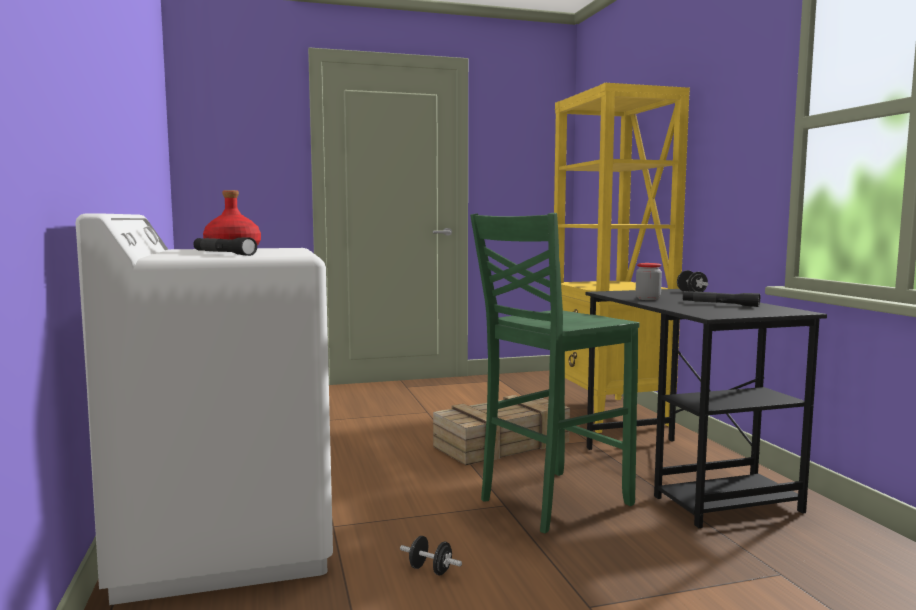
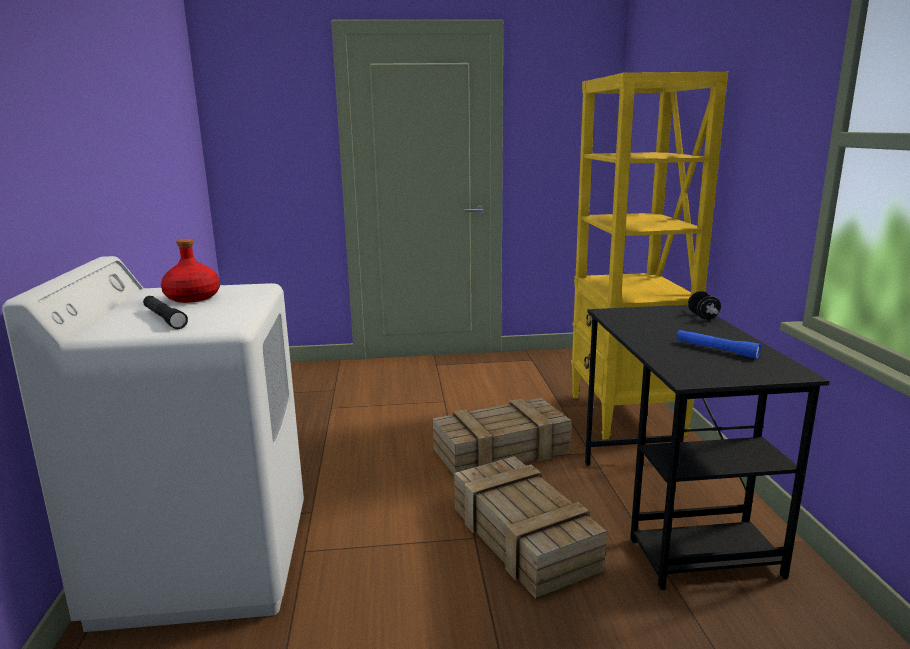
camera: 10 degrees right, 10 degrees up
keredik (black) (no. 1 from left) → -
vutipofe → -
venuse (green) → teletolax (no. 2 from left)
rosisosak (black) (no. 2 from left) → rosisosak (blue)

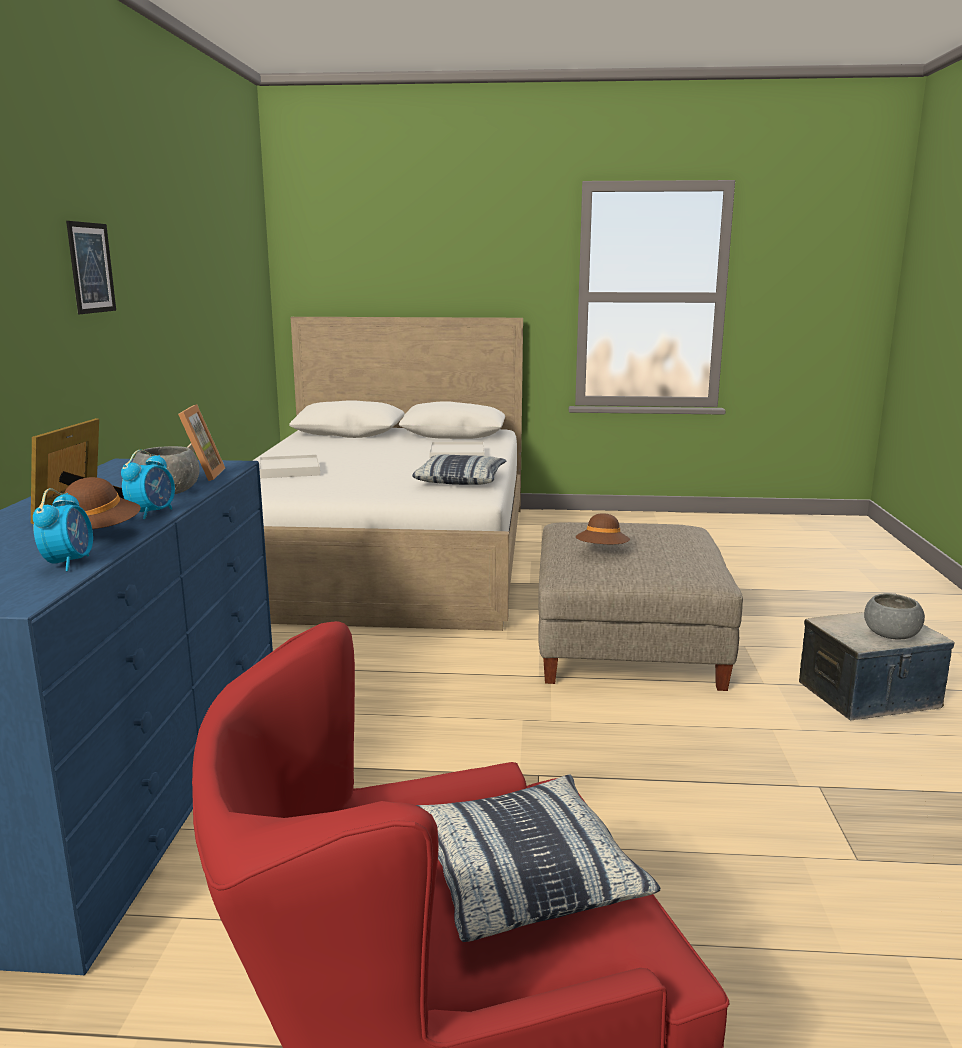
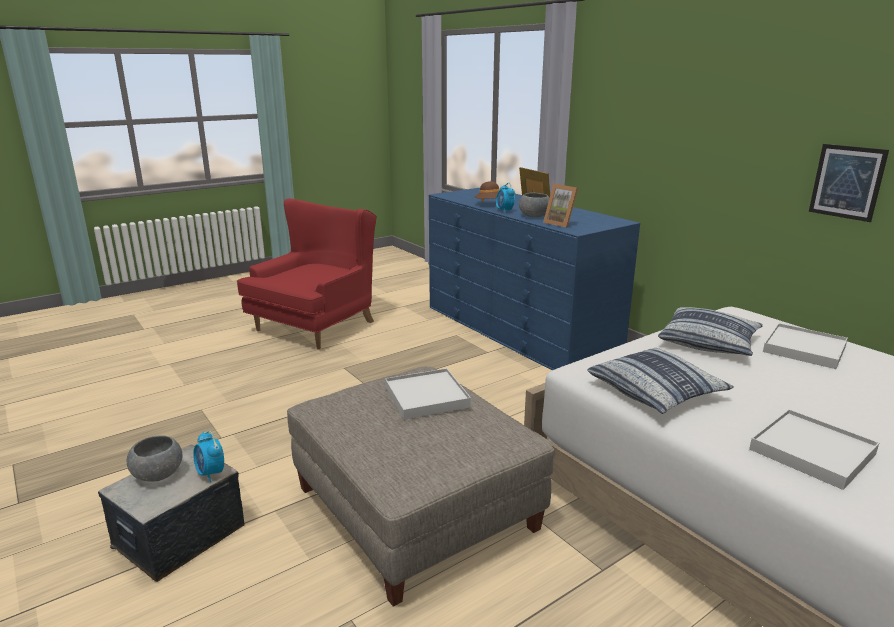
camera: 140 degrees right, 5 degrees up
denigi (no. 1 from left), relocated
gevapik, relocated
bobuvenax (no. 2 from left), relocated
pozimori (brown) (no. 2 from left) → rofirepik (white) (no. 1 from left)

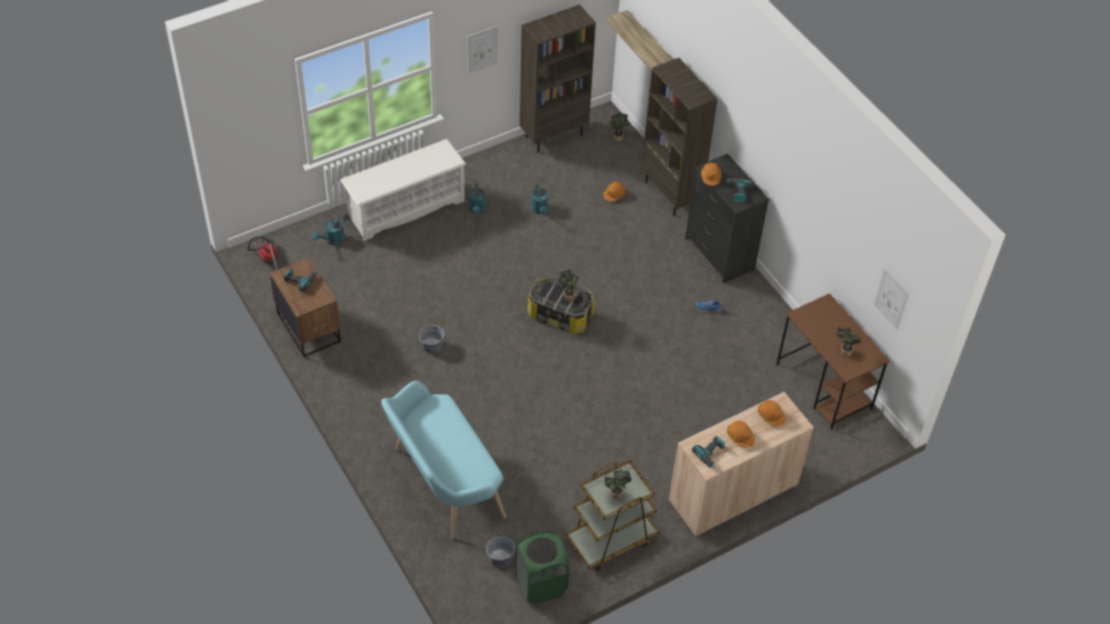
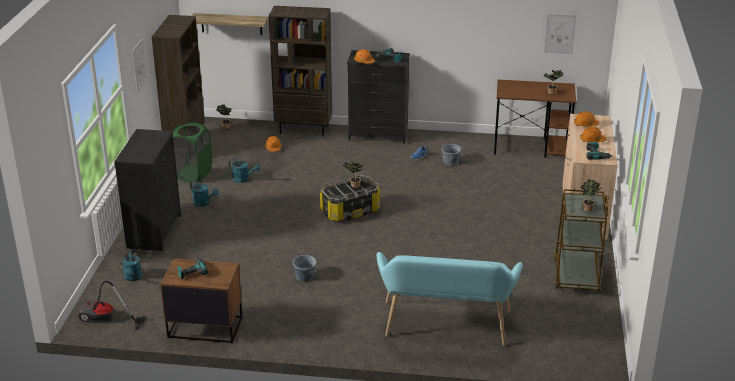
camera: 50 degrees left, 20 degrees down
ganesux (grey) (no. 2 from left), relocated
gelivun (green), relocated
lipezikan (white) → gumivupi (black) (no. 1 from left)

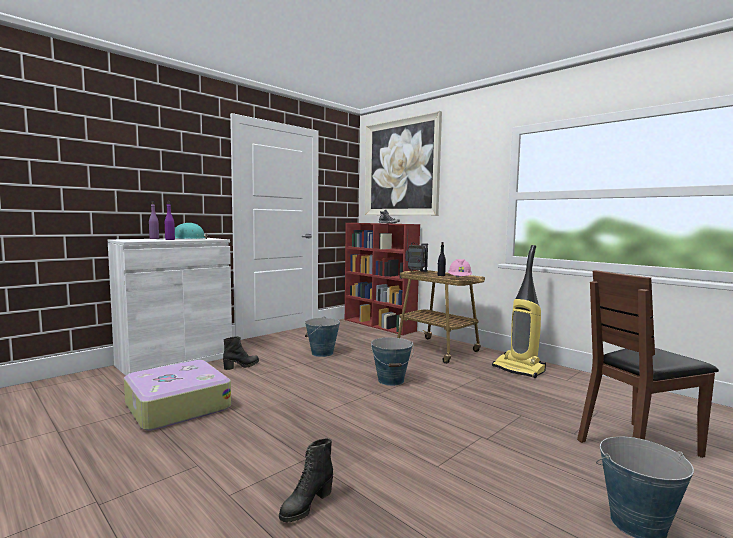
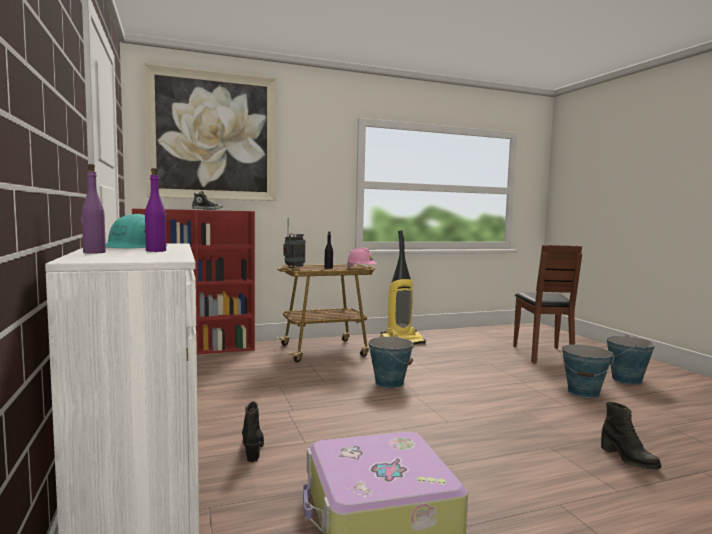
camera: 65 degrees left, 0 degrees up
ganesux (no. 1 from left in the first image) → ganesux (no. 2 from left), relocated

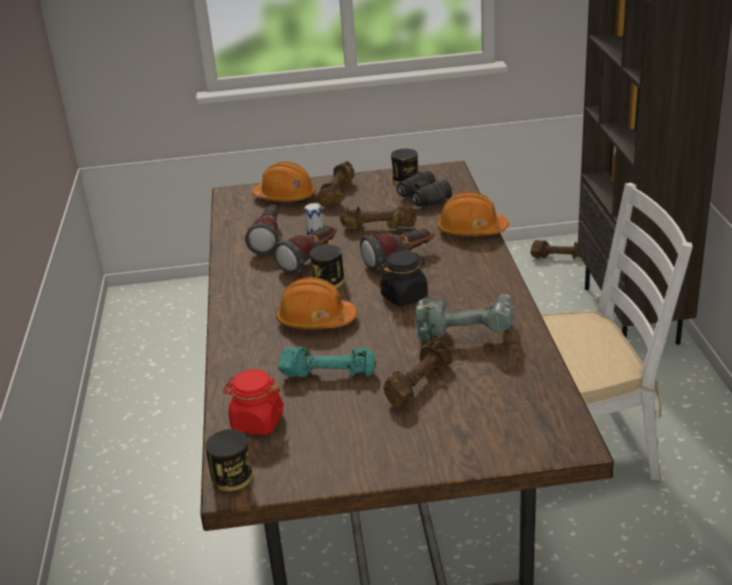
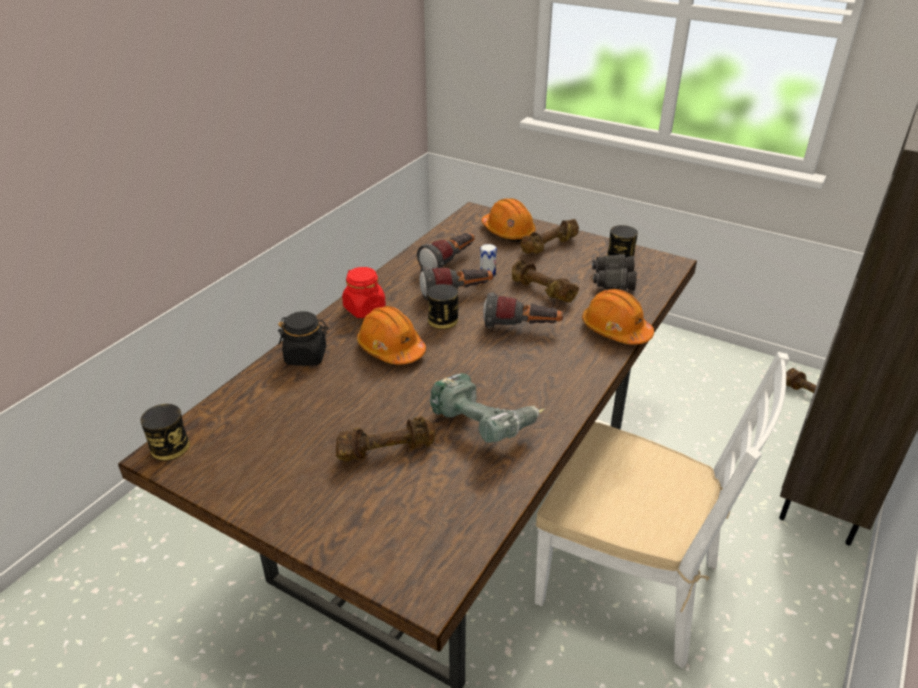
camera: 35 degrees right, 5 degrees up
keredik (turquoise) → -
vutipofe (red), relocated
vutipofe (black), relocated

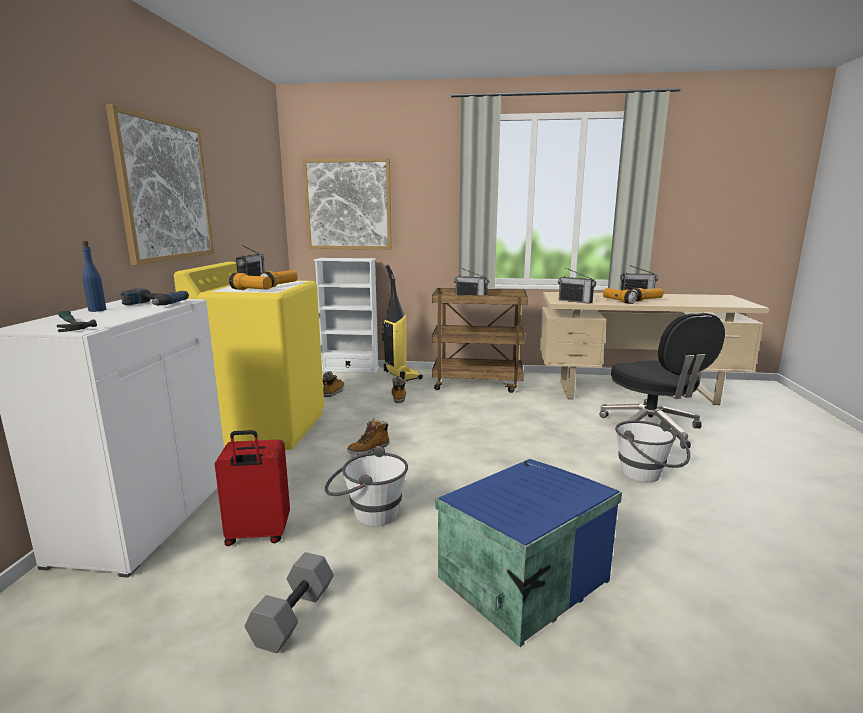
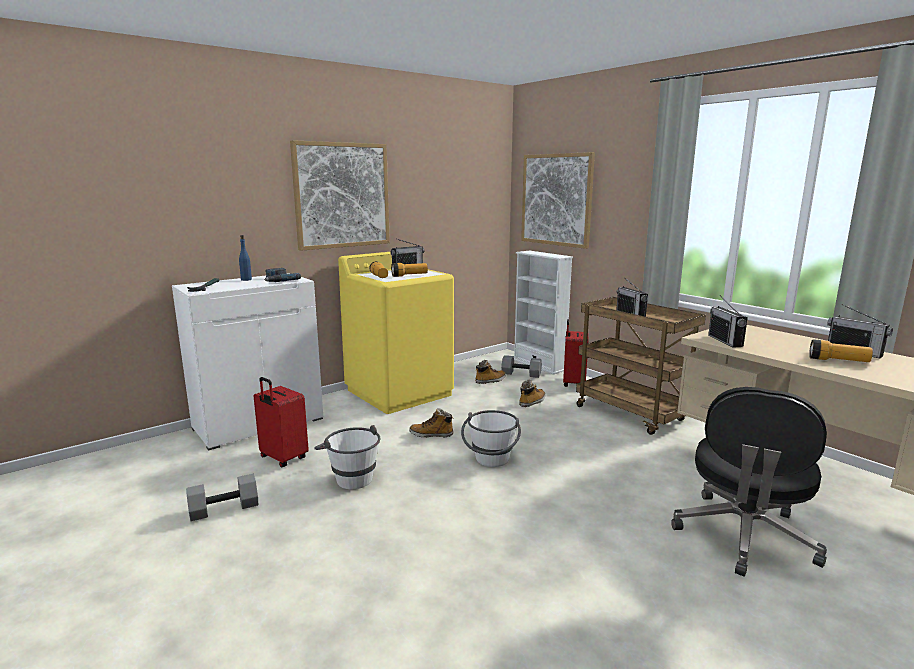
camera: 45 degrees right, 0 degrees up
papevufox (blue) → -
rosisosak (no. 3 from left) → -
- → keredik (grey) (no. 2 from left)
ganesux (white) (no. 2 from left), relocated
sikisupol → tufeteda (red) (no. 2 from left)

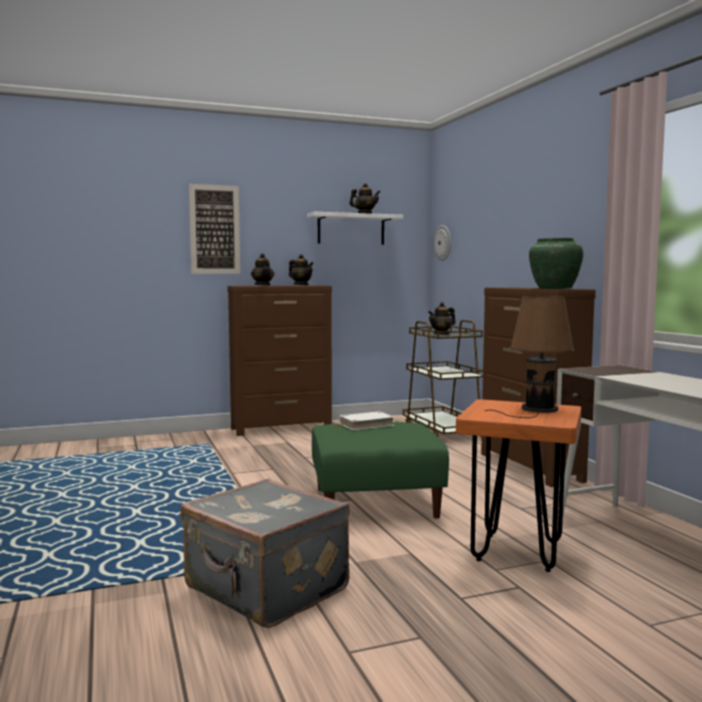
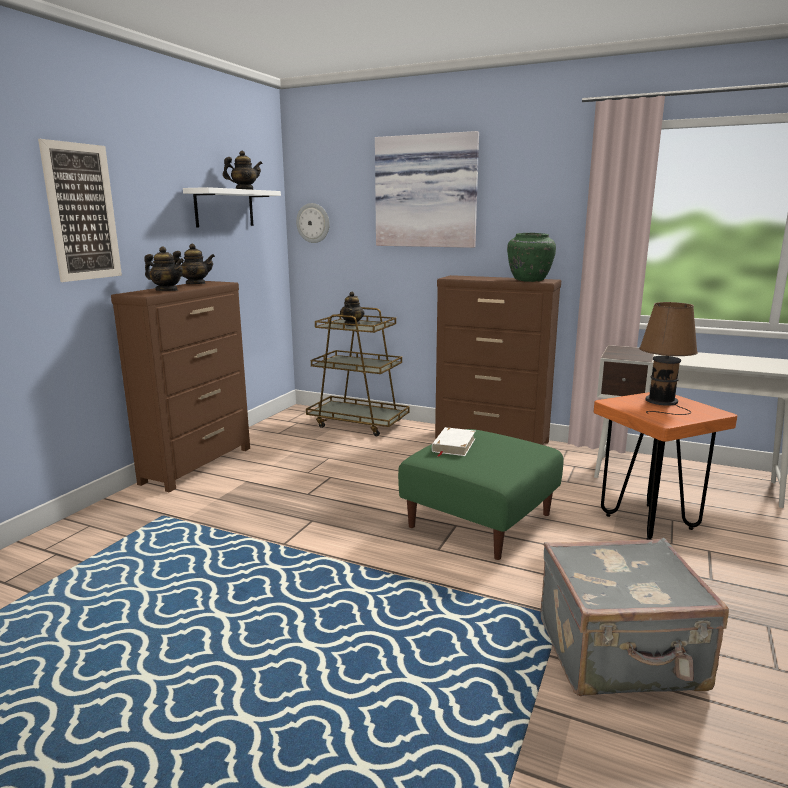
camera: 45 degrees left, 10 degrees up
- → gevapik (no. 2 from left)

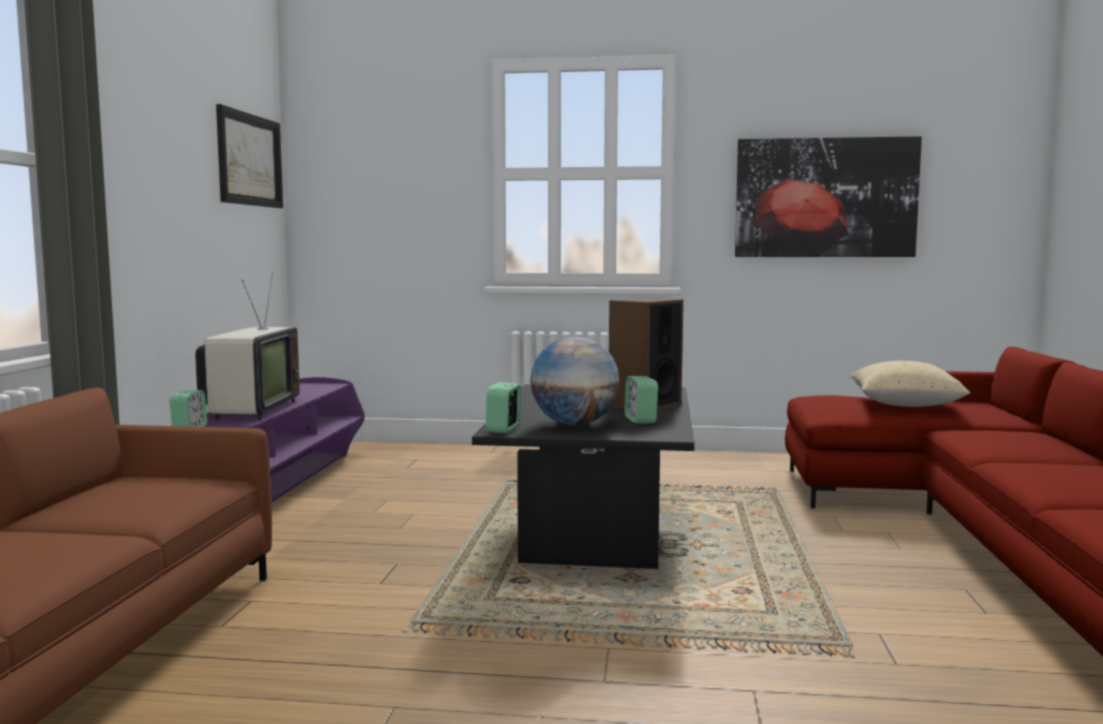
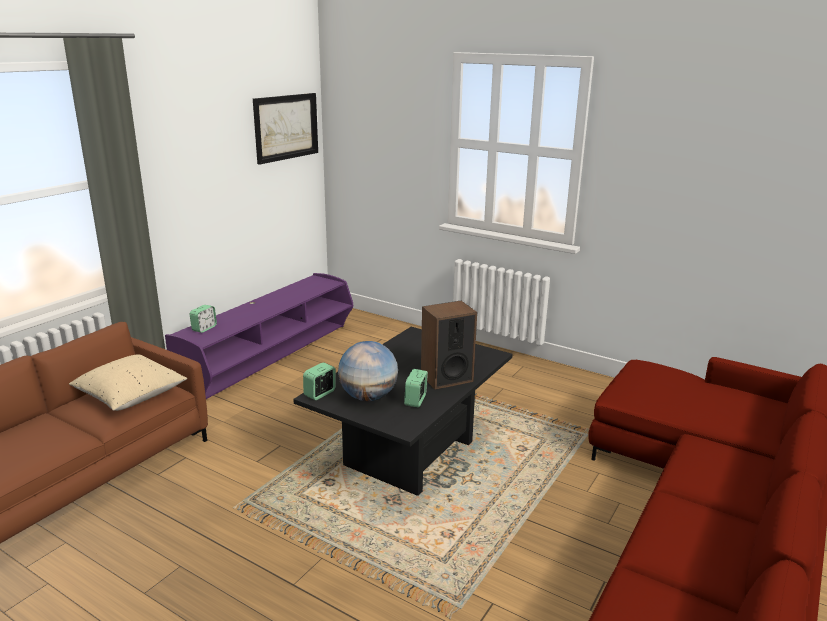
camera: 25 degrees right, 15 degrees up
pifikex → -
gevapik (no. 2 from left) → -
bobuvenax (beige), relocated

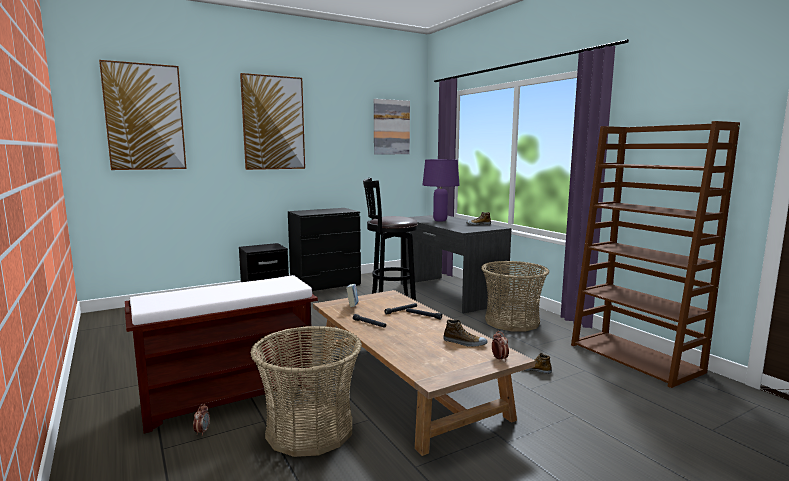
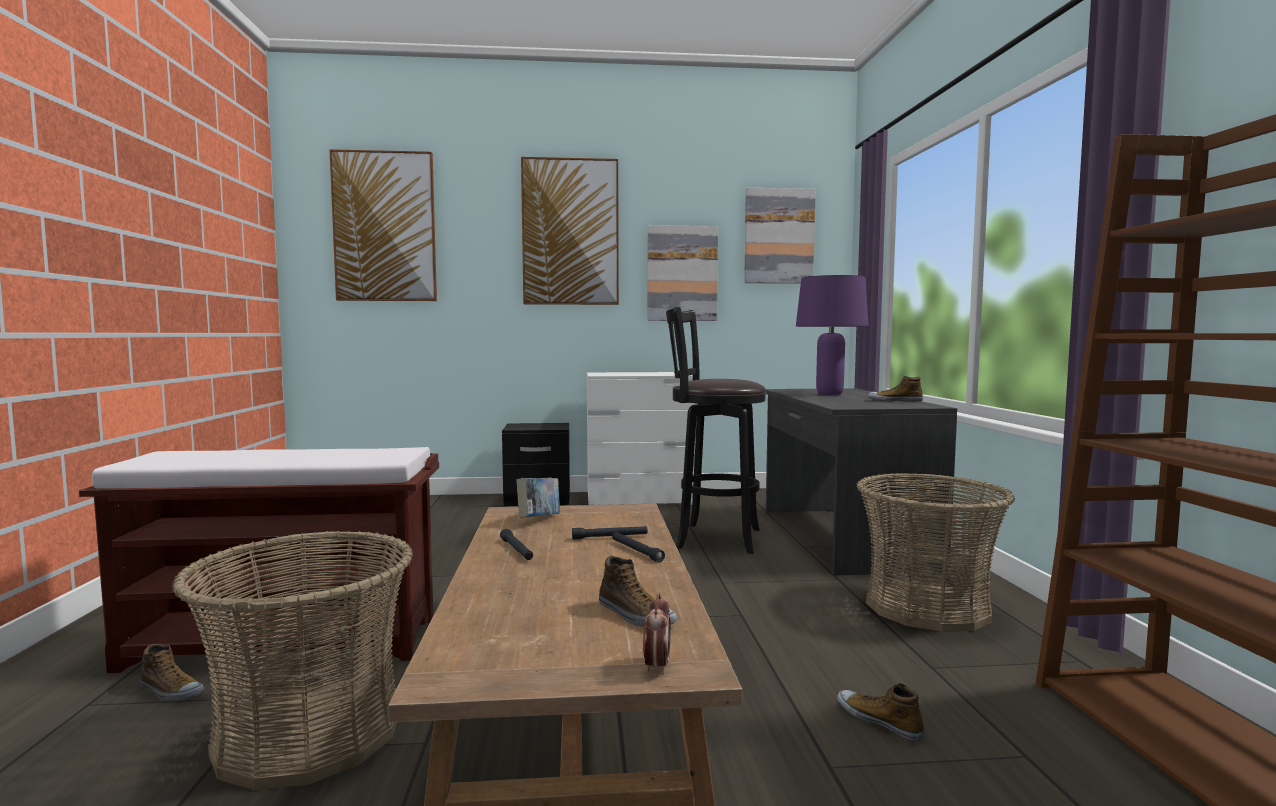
camera: 25 degrees right, 5 degrees down
- → gevapik (no. 3 from left)
denigi (no. 1 from left) → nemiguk (no. 1 from left)
gumivupi (black) → gumivupi (white)

